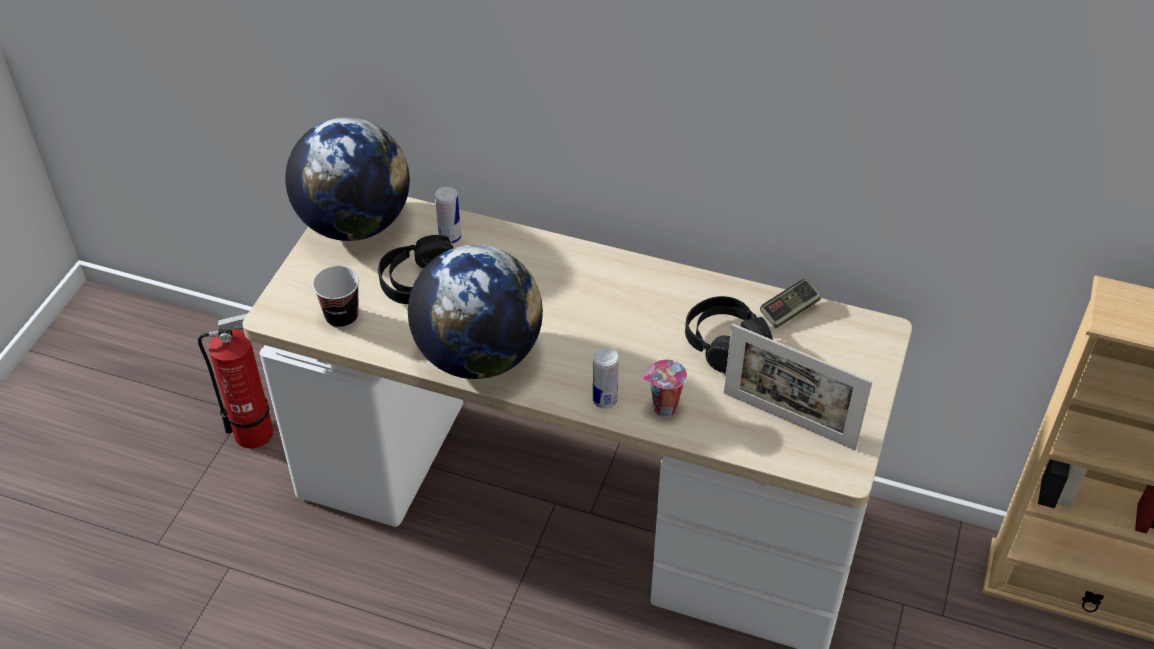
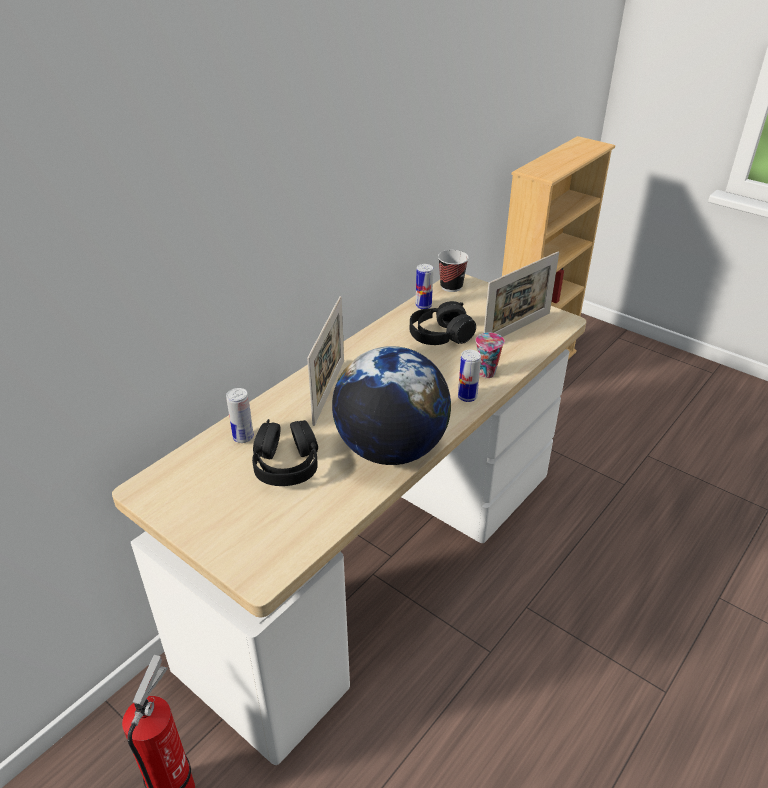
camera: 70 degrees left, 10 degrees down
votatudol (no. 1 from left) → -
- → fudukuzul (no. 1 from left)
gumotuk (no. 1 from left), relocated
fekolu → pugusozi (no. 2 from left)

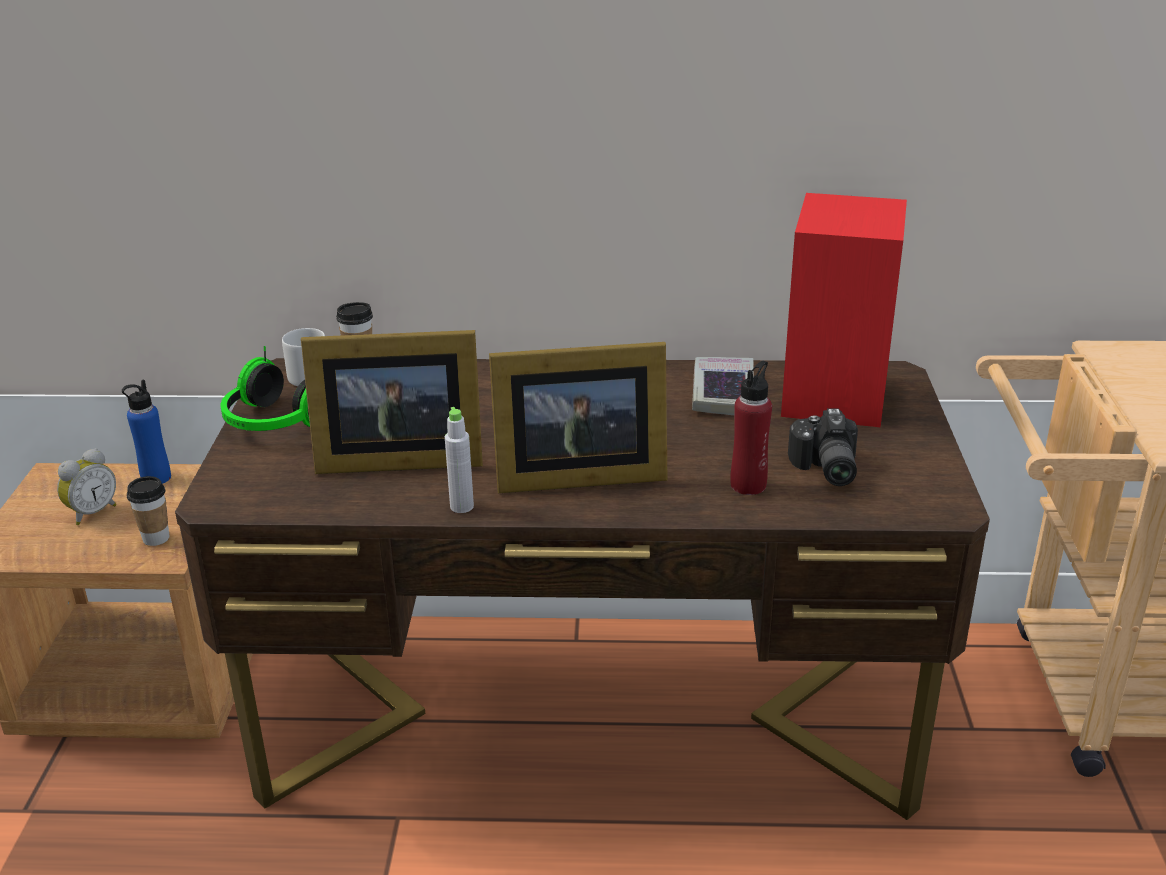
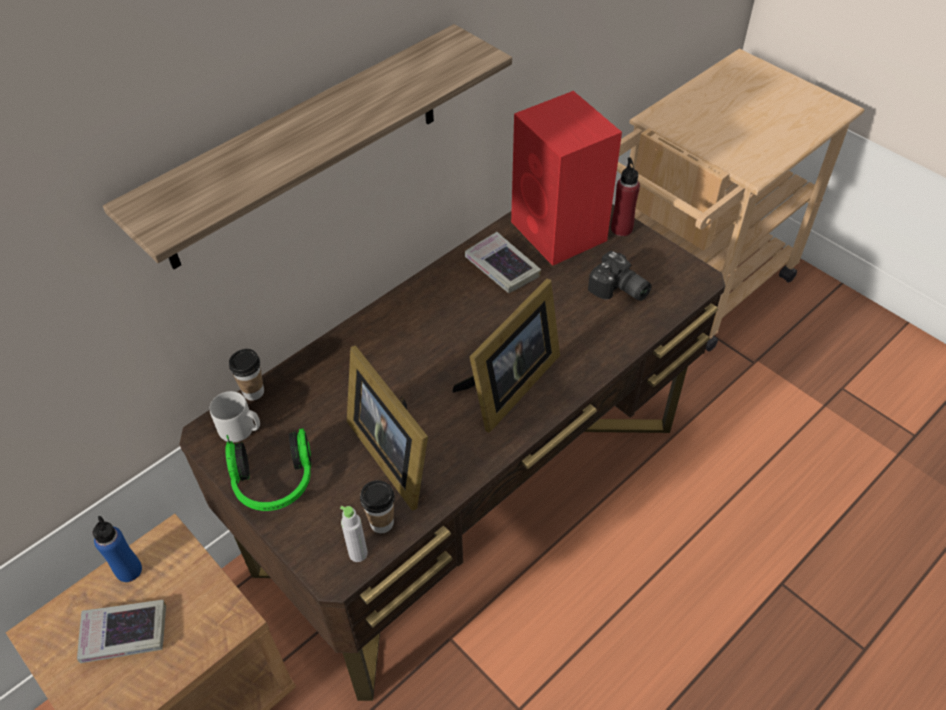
camera: 45 degrees left, 20 degrees up
- → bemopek
gumotuk (no. 1 from left in the first image) → gumotuk (no. 2 from left), relocated
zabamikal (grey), relocated
zabamikal (red), relocated
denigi → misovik (no. 1 from left)
fudukuzul (no. 1 from left), 105 degrees clockwise

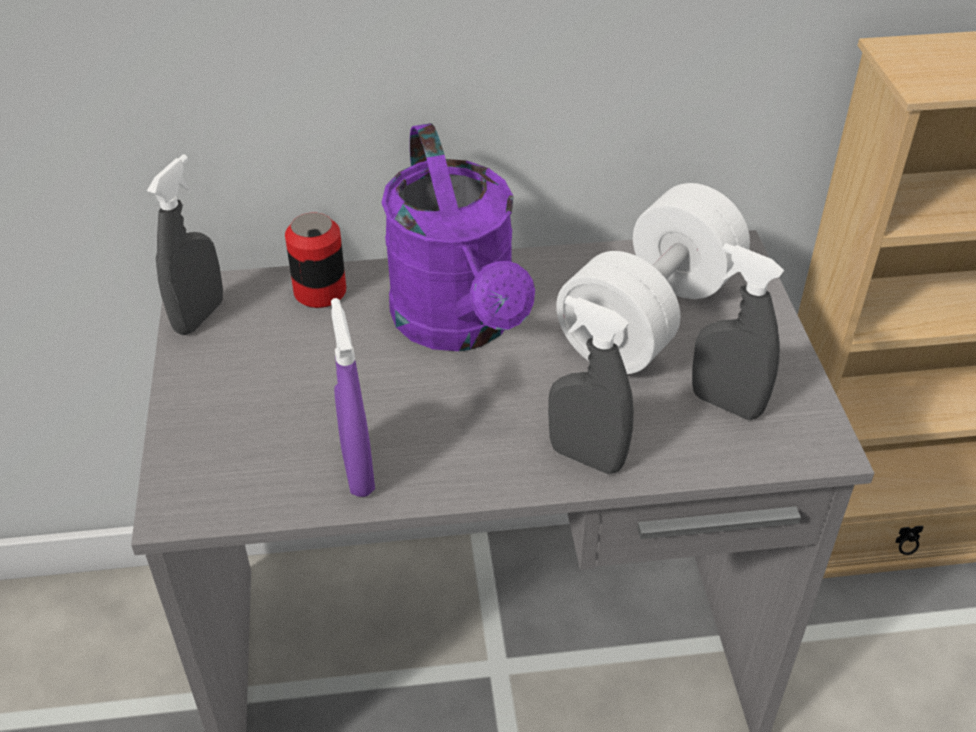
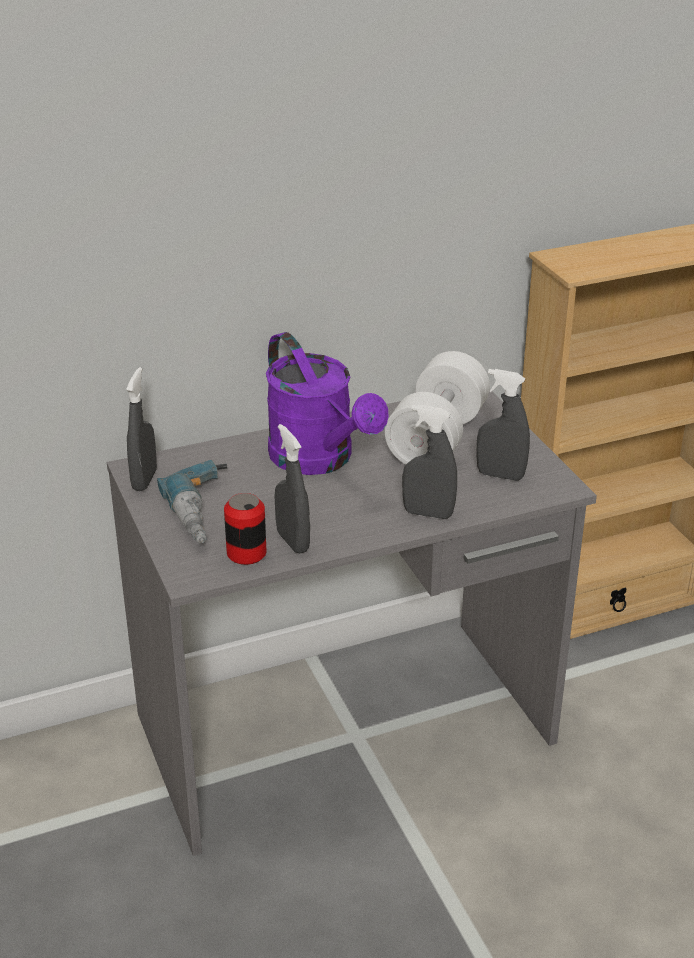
camera: 15 degrees left, 10 degrees down
- → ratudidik
pugusozi, relocated
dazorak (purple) → dazorak (grey) (no. 2 from left)

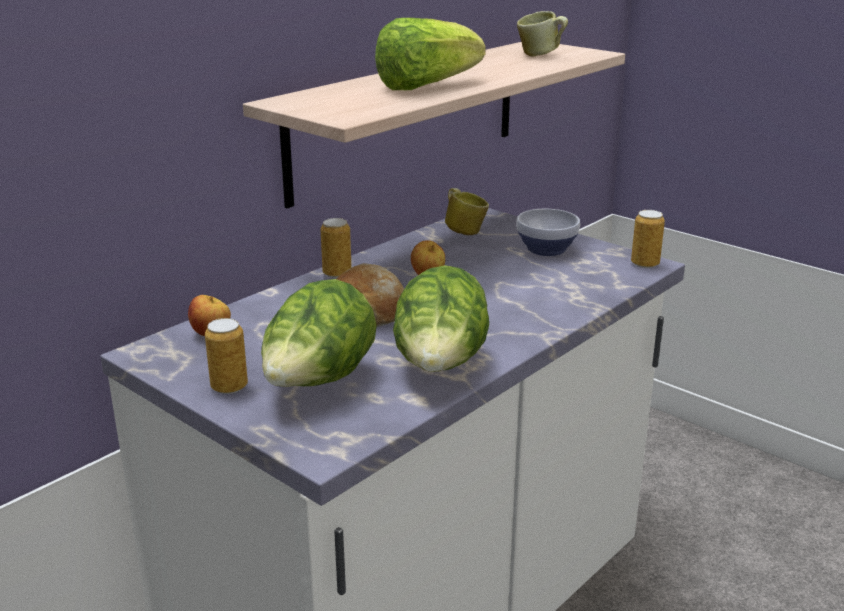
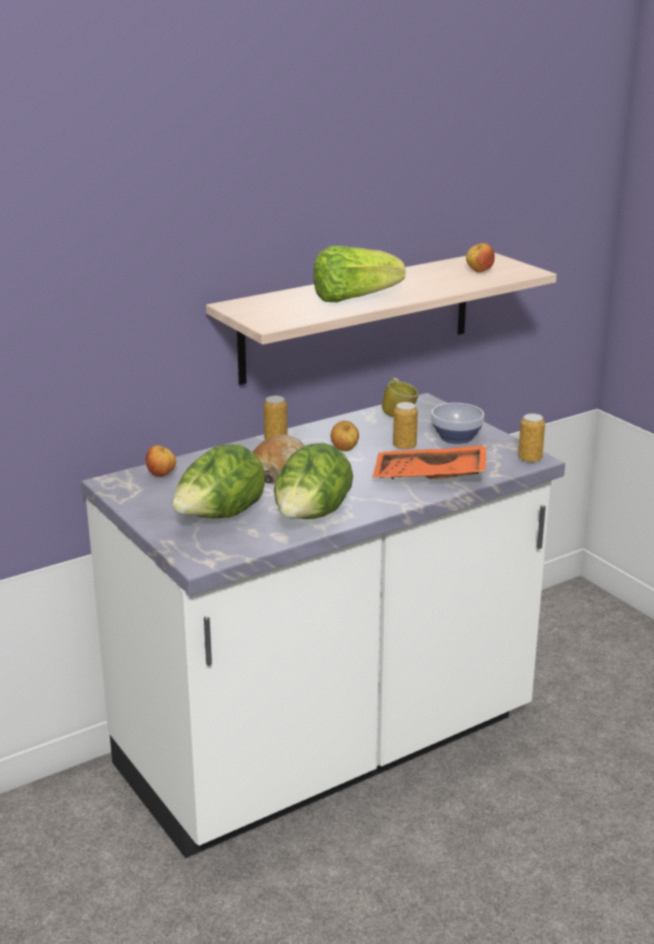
camera: 15 degrees right, 0 degrees up
- → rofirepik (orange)
pugusozi (no. 1 from left in the first image) → pugusozi (no. 2 from left), relocated
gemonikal (no. 2 from left) → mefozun (no. 3 from left)

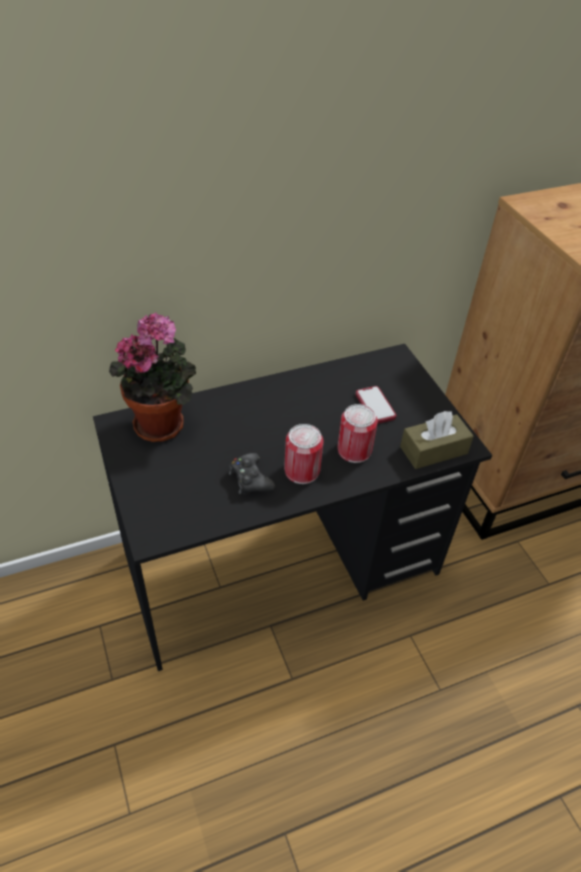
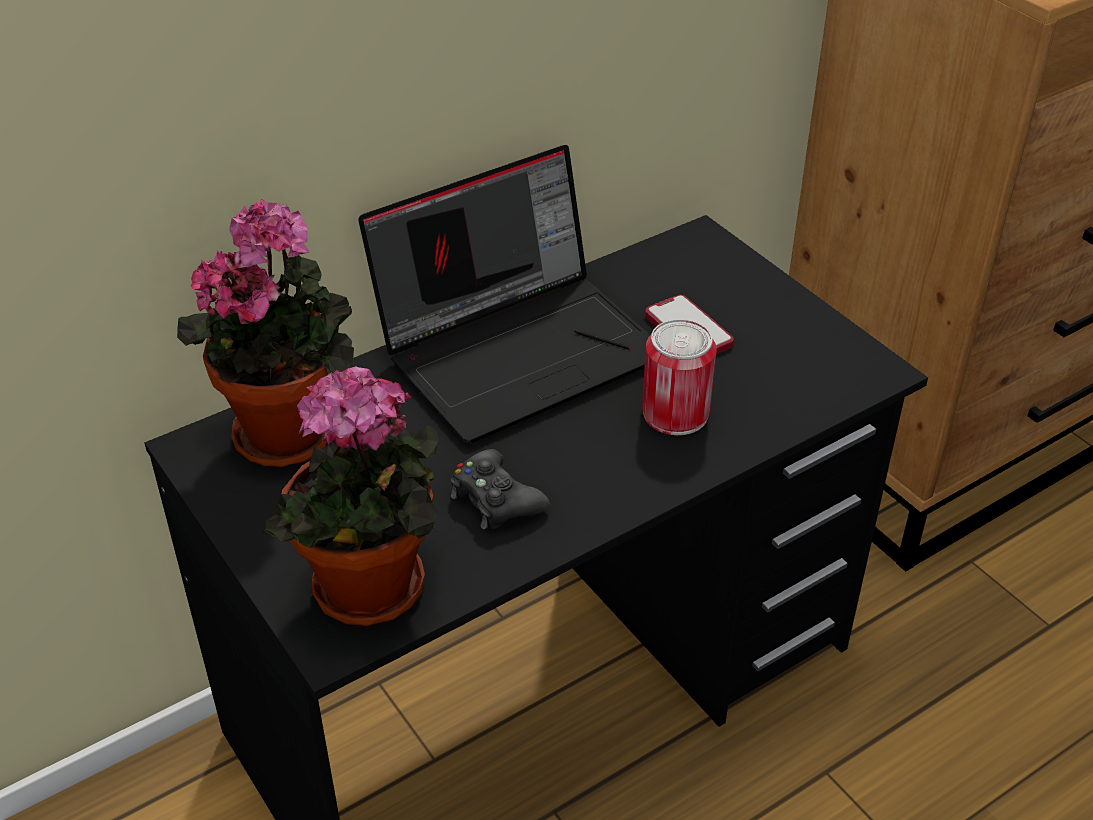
camera: 10 degrees left, 5 degrees down
pugusozi (no. 1 from left) → -
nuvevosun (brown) → -
- → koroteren (no. 2 from left)
- → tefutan

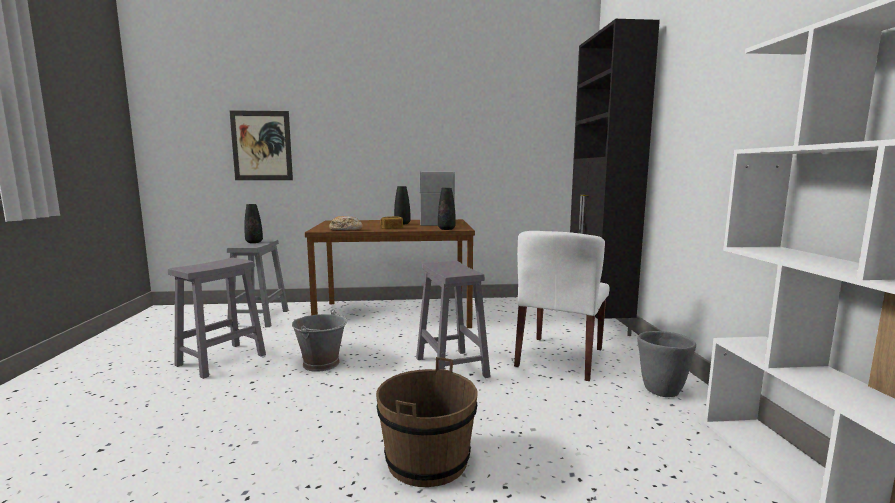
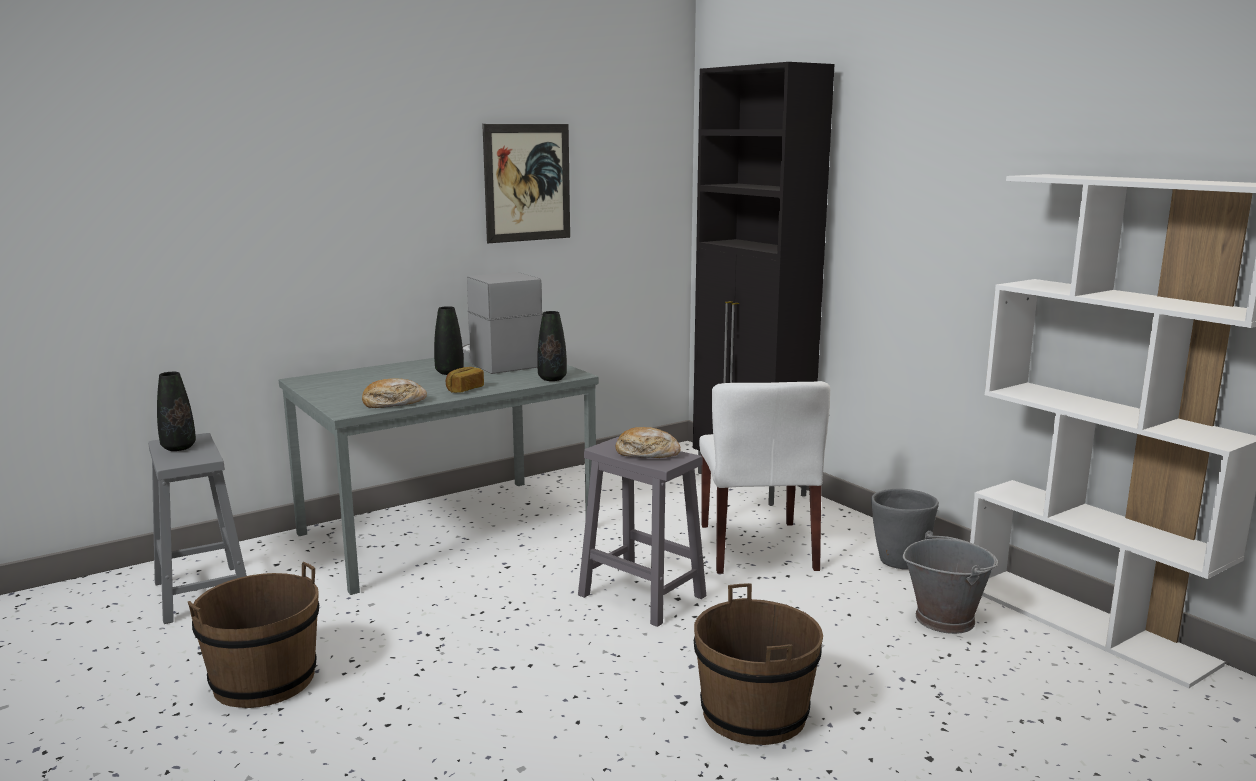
camera: 30 degrees left, 5 degrees up
- → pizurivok (no. 3 from left)
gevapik, relocated
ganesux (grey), relocated
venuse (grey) (no. 1 from left) → ganesux (brown) (no. 1 from left)
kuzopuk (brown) → kuzopuk (grey)

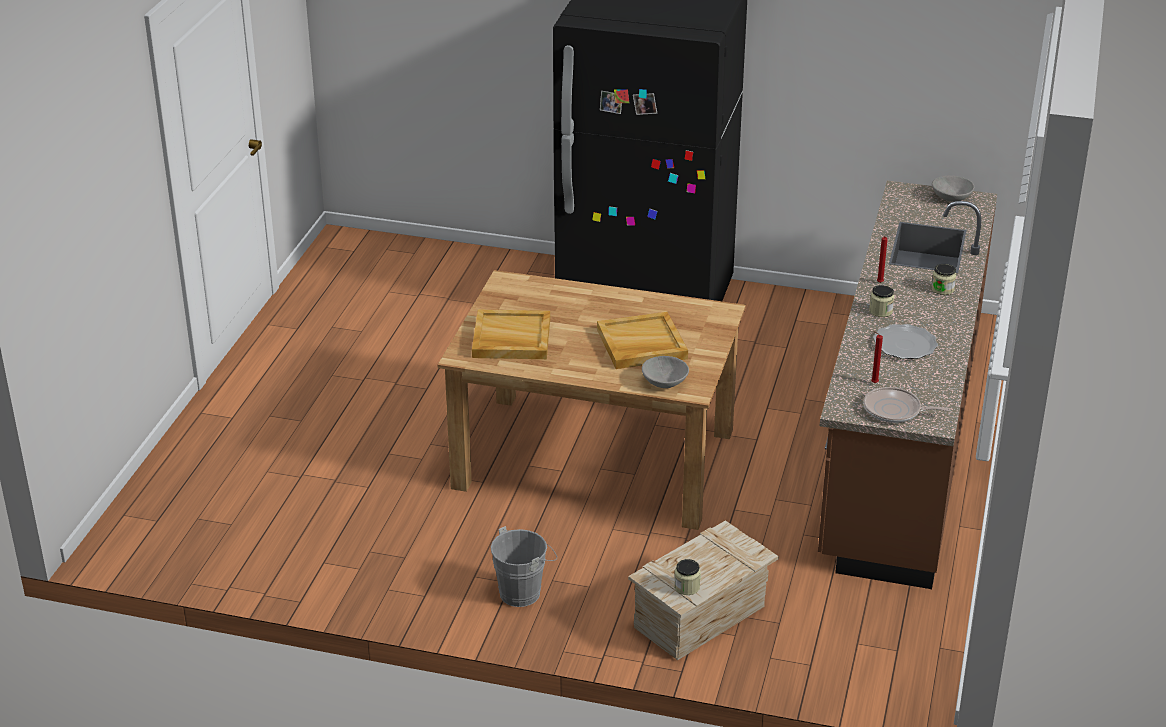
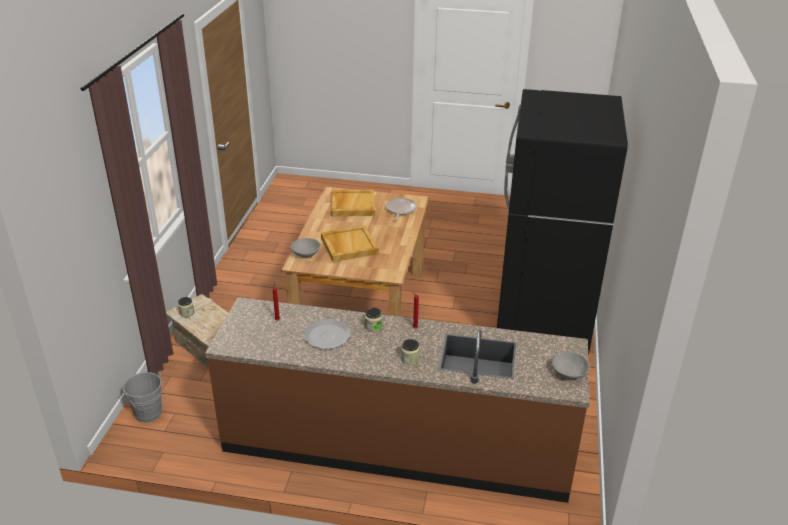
camera: 85 degrees right, 0 degrees up
ganesux (grey), relocated
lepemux, relocated

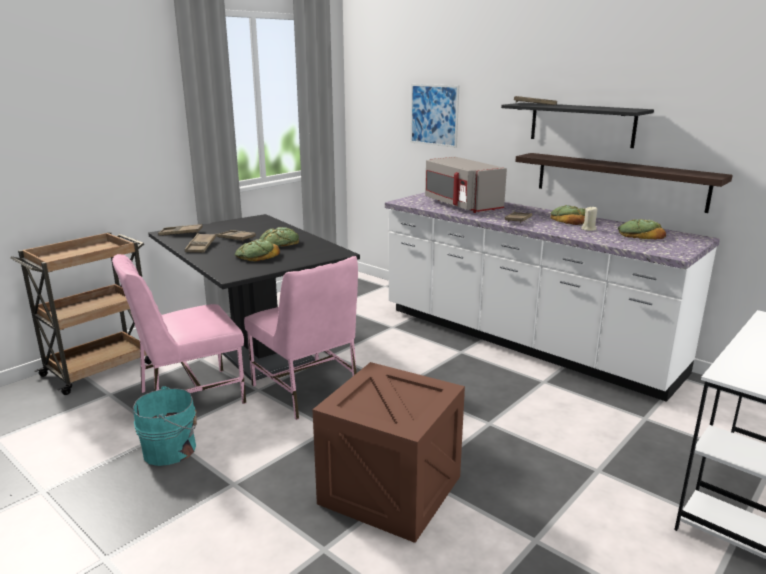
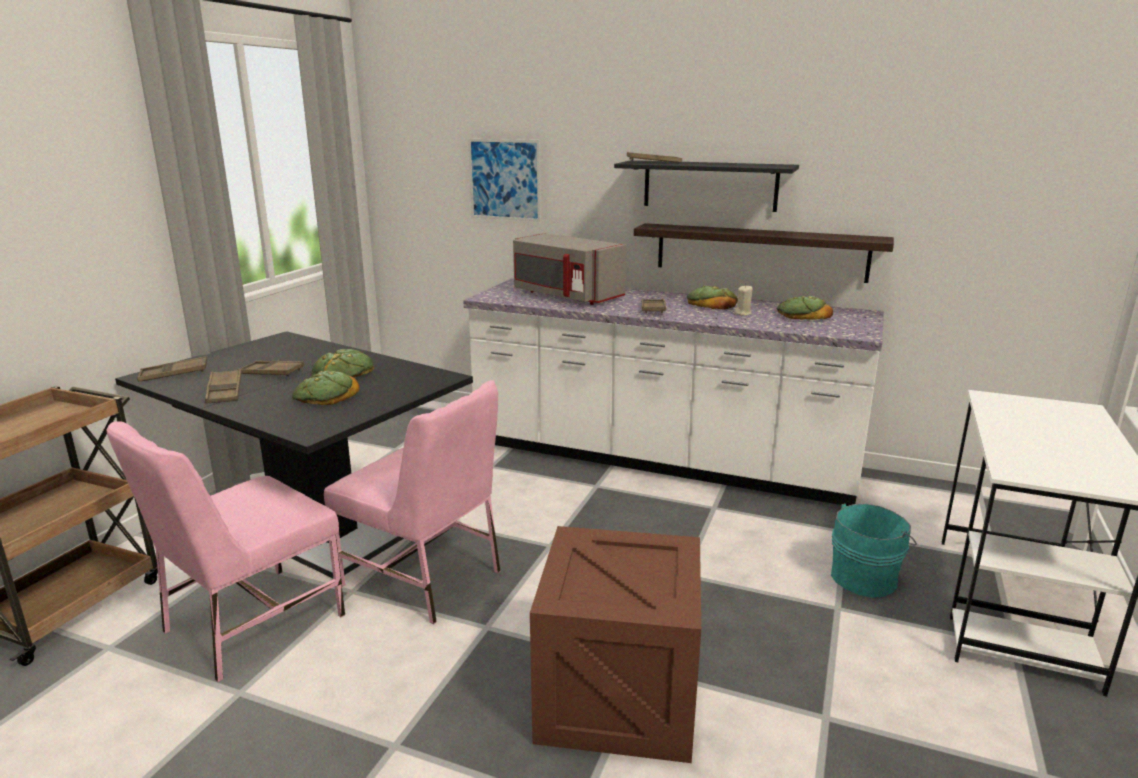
camera: 20 degrees left, 0 degrees up
ganesux (turquoise), relocated

